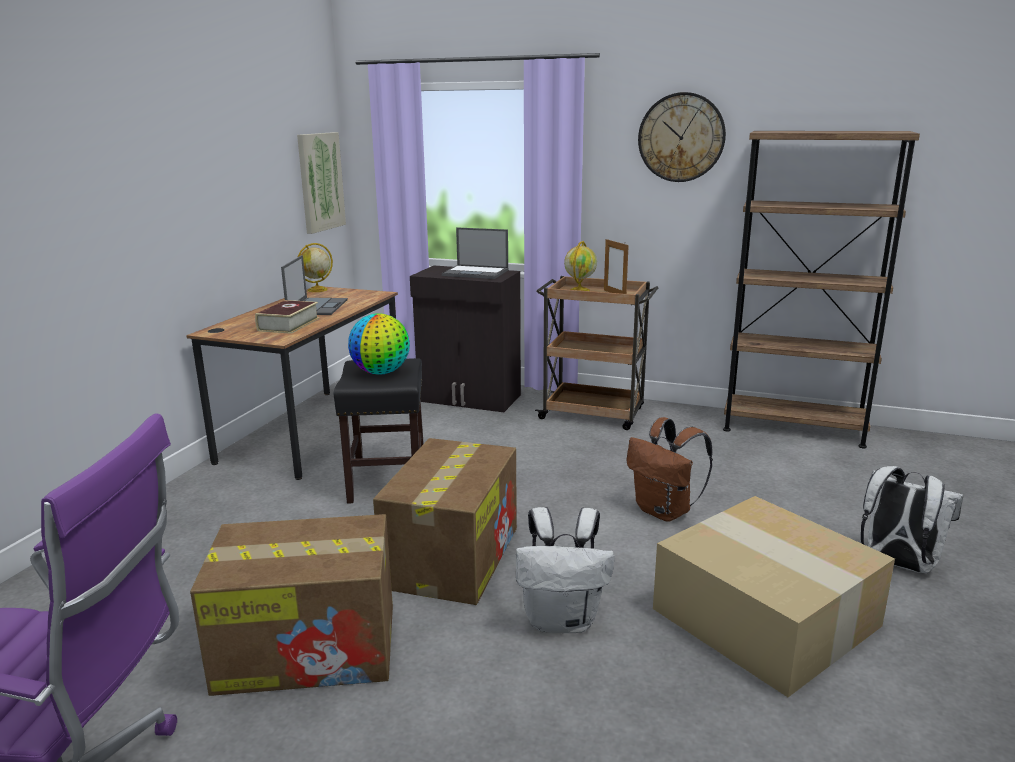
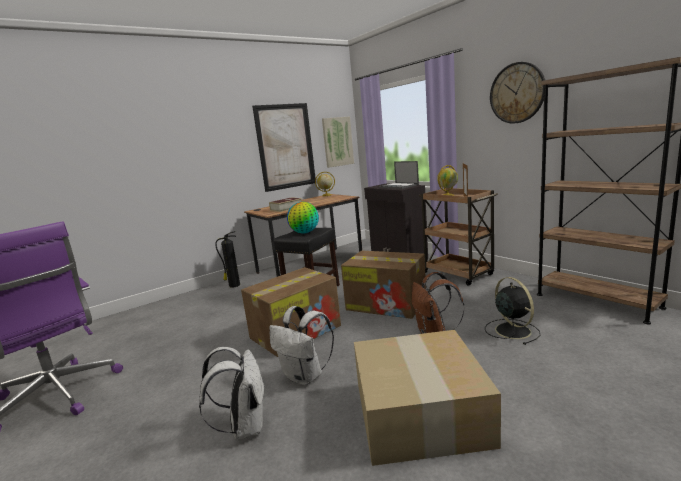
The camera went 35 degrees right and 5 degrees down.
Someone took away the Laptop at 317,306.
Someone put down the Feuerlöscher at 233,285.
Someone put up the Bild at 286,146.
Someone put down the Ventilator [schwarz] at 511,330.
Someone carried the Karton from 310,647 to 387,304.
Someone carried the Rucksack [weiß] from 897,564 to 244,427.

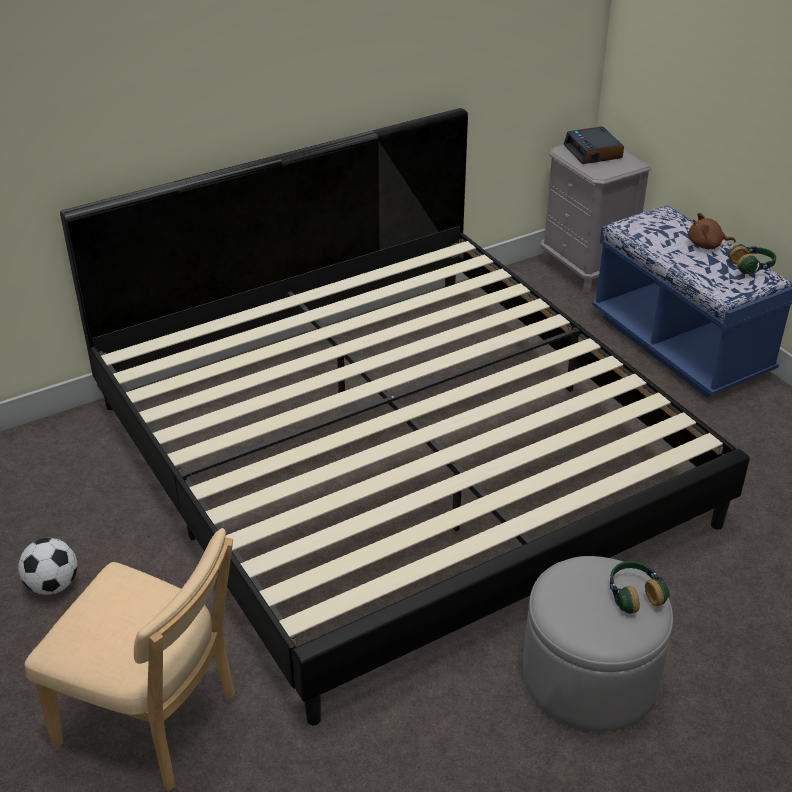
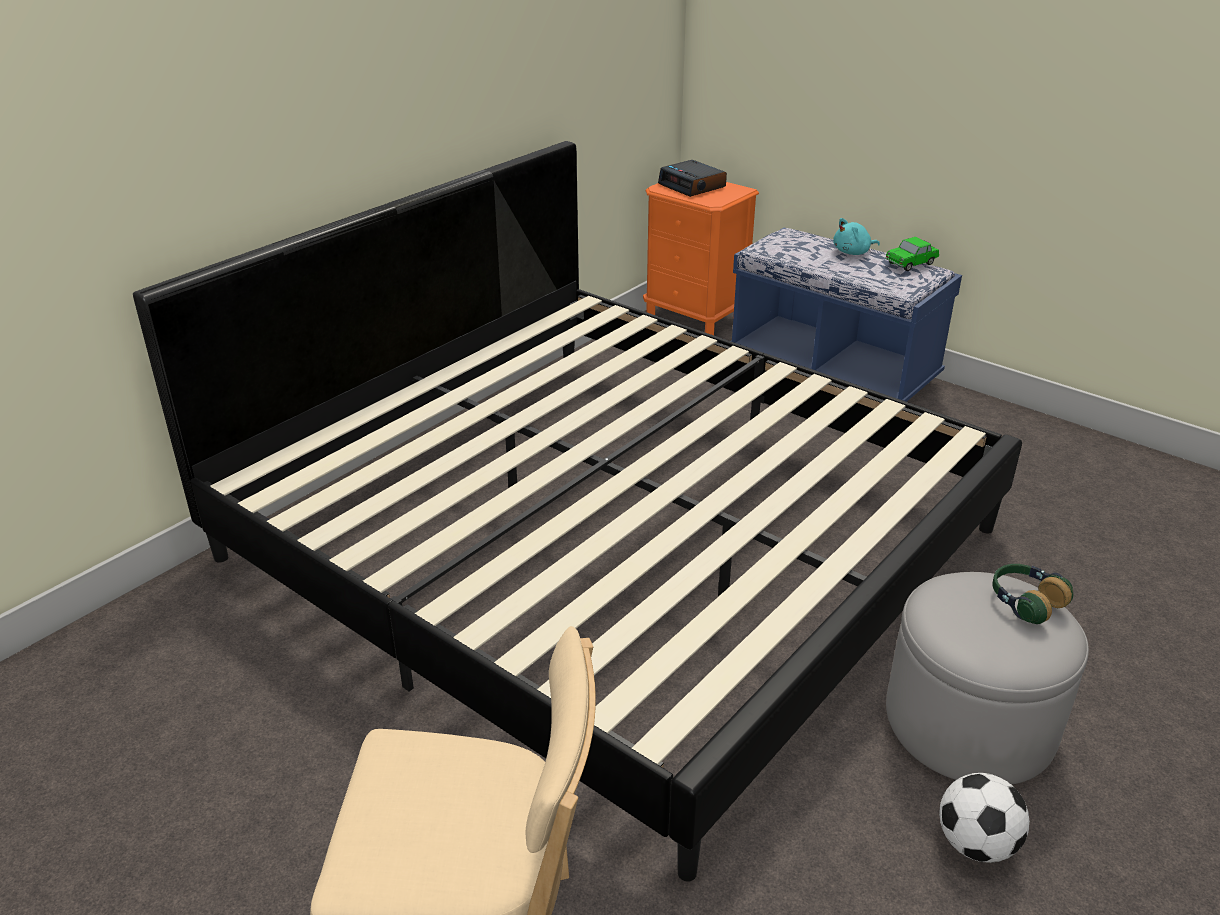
The camera went 20 degrees left and 5 degrees down.
Someone carried the Fußball from 53,585 to 975,844.
Someone swapped the Kopfhörer at 752,267 for the Spielzeugauto at 910,264.
Someone repainted the Nachttisch [grau] at 585,269, which became the Nachttisch [orange] at 695,318.
Someone repainted the Plüschtier [braun] at 707,245, which became the Plüschtier [türkis] at 853,252.

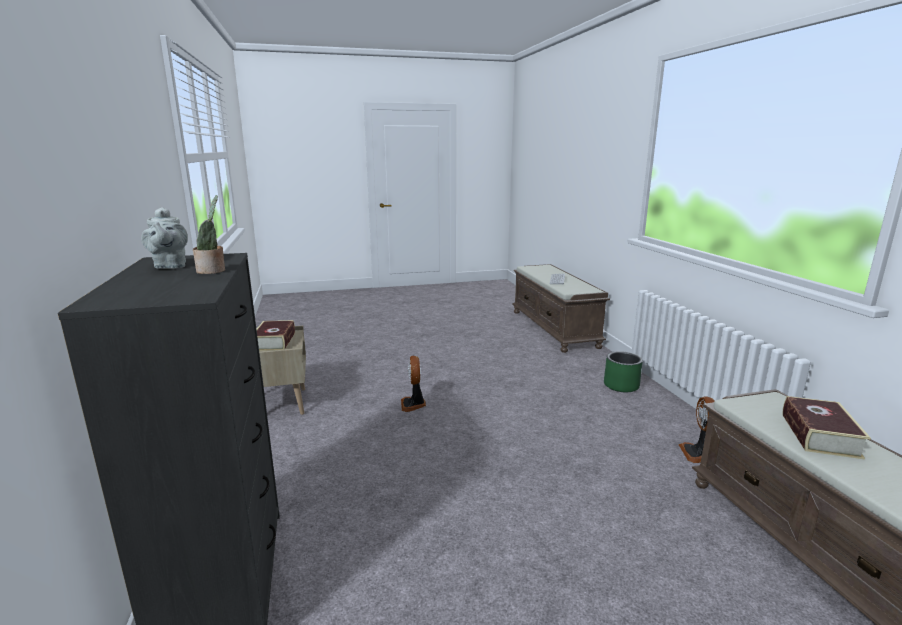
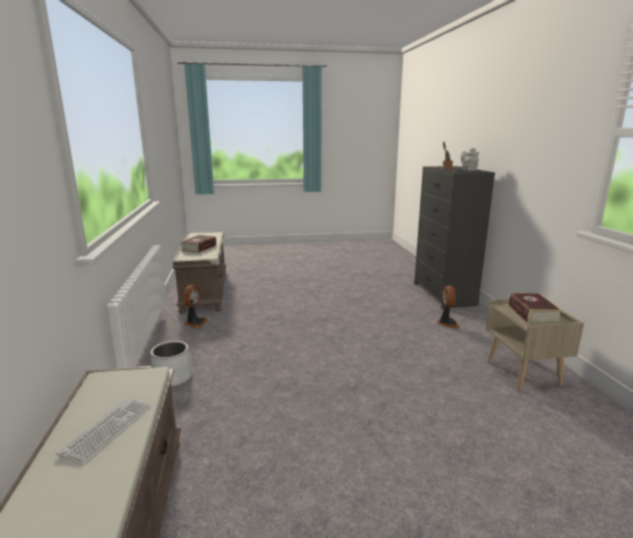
The camera went 175 degrees left and 0 degrees up.
Someone carried the Ventilator from 413,404 to 447,323.
Someone repainted the Pflanzkübel [grün] at 621,386, which became the Pflanzkübel [grau] at 172,378.

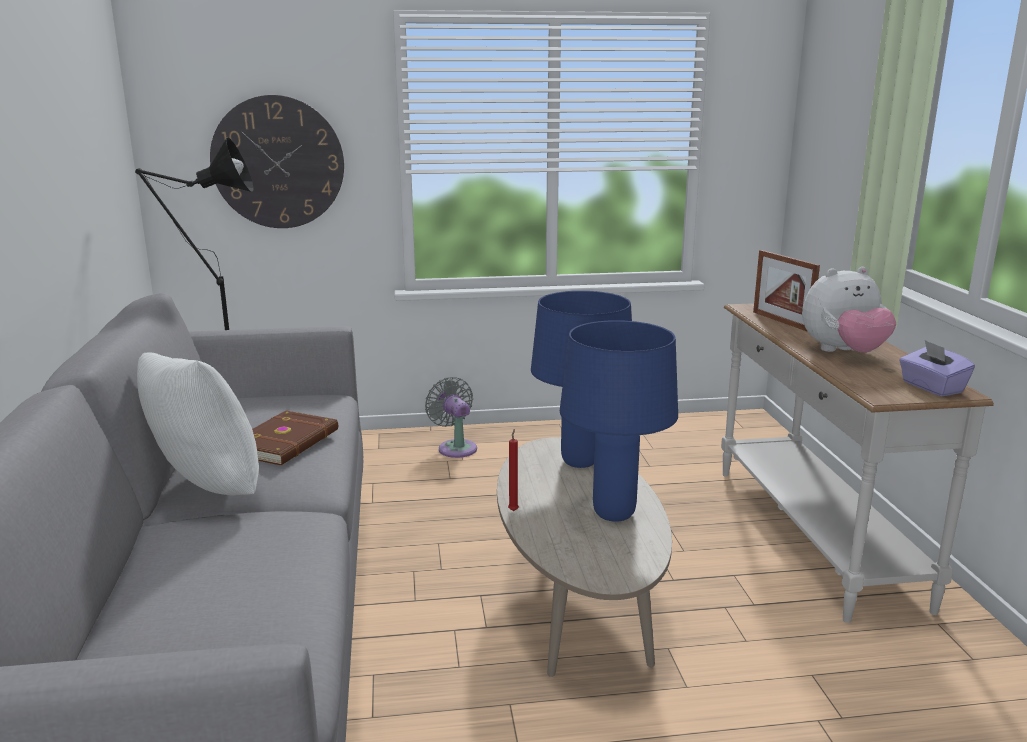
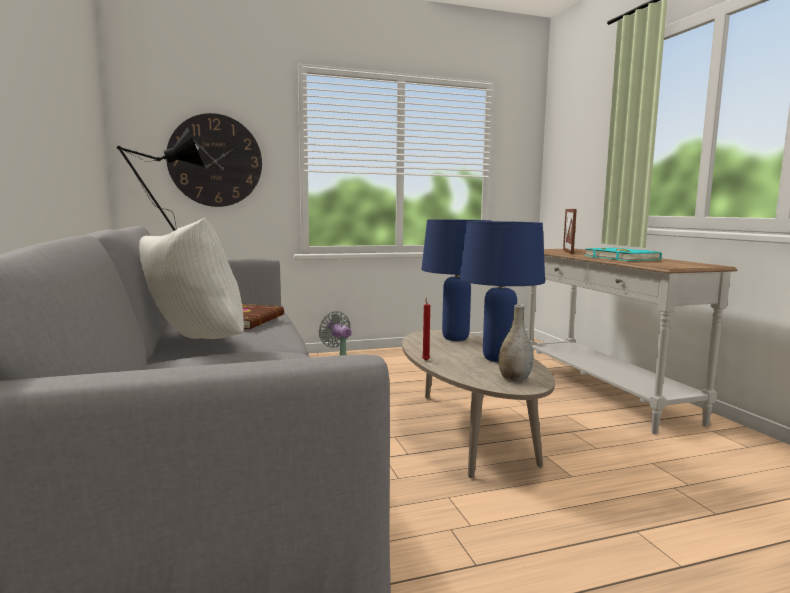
The camera went 10 degrees left and 10 degrees down.
Someone took away the Taschentuchbox [lila] at 931,387.
Someone put down the Vase [grau] at 514,379.
Someone swapped the Plüschtier at 843,352 for the Buch [türkis] at 622,258.
Someone rotated the Bilderrahmen at 781,321 by 45 degrees clockwise.

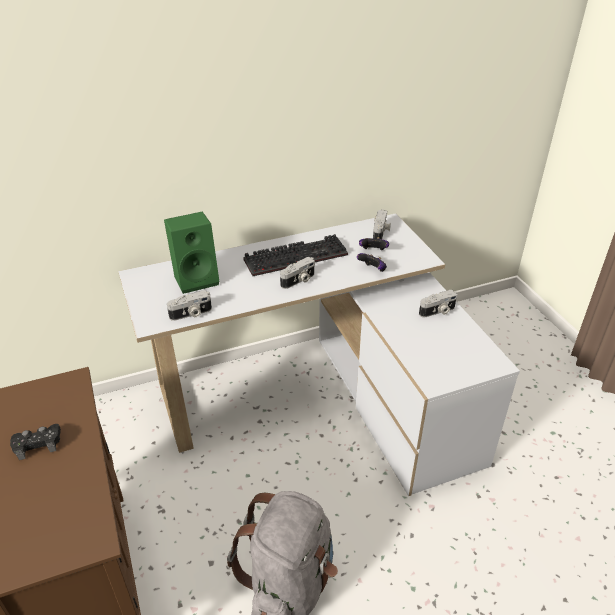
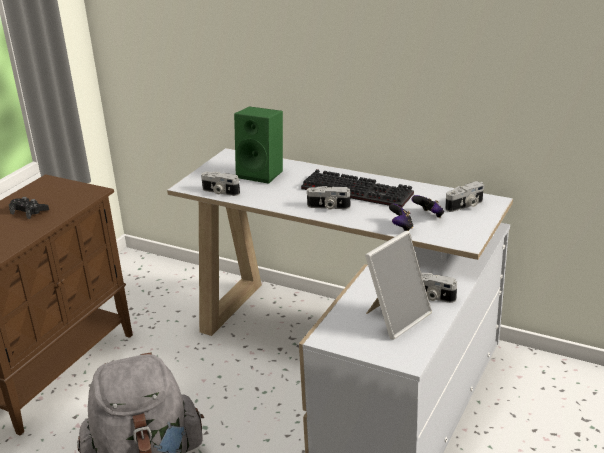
The camera went 50 degrees right and 10 degrees down.
Someone put down the Bilderrahmen at 396,318.

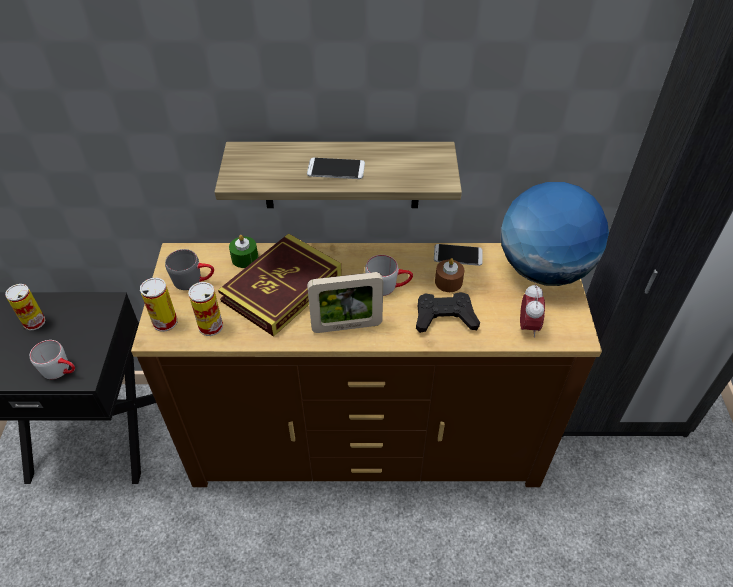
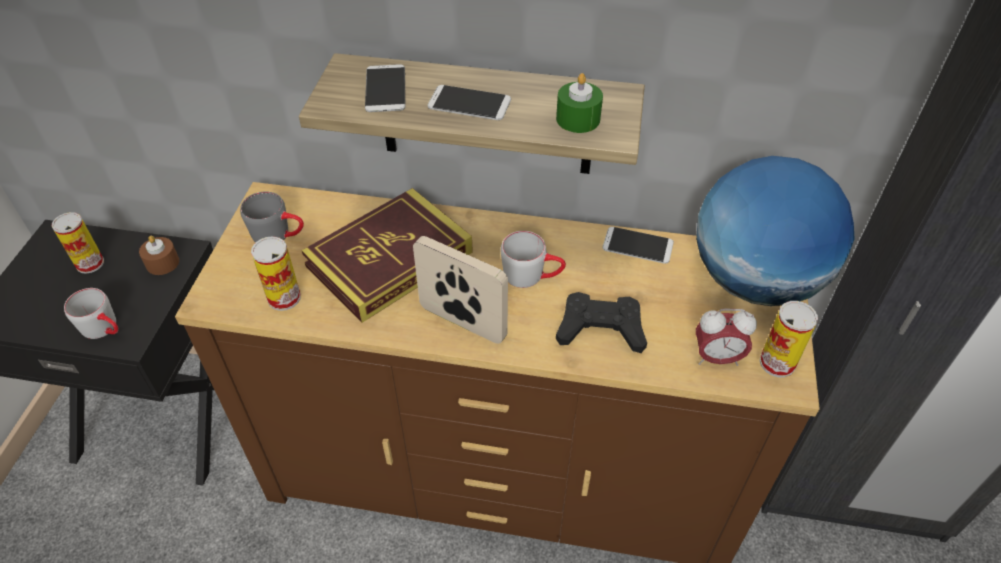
The camera went 10 degrees right and 0 degrees up.
Someone put down the Handy at 385,89.
Someone carried the Dose from 165,322 to 777,363.
Someone carried the Kerze [grün] from 245,258 to 578,119.
Someone carried the Kerze [braun] from 448,282 to 162,263.
Someone rotated the Bilderrahmen at 346,326 by 150 degrees counterclockwise.
Someone rotated the Wecker at 528,326 by 75 degrees clockwise.

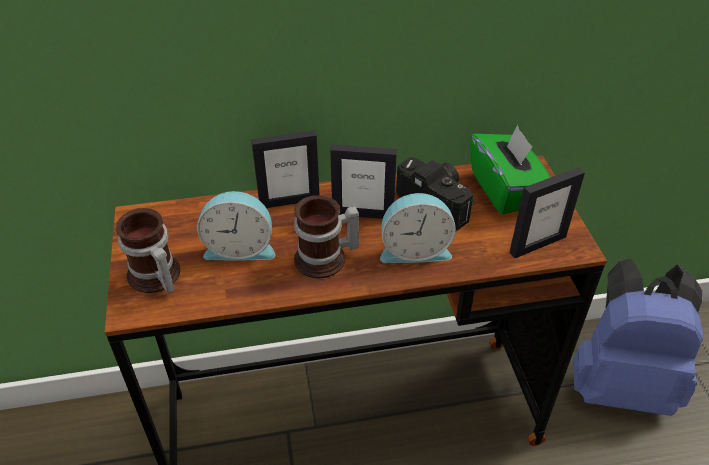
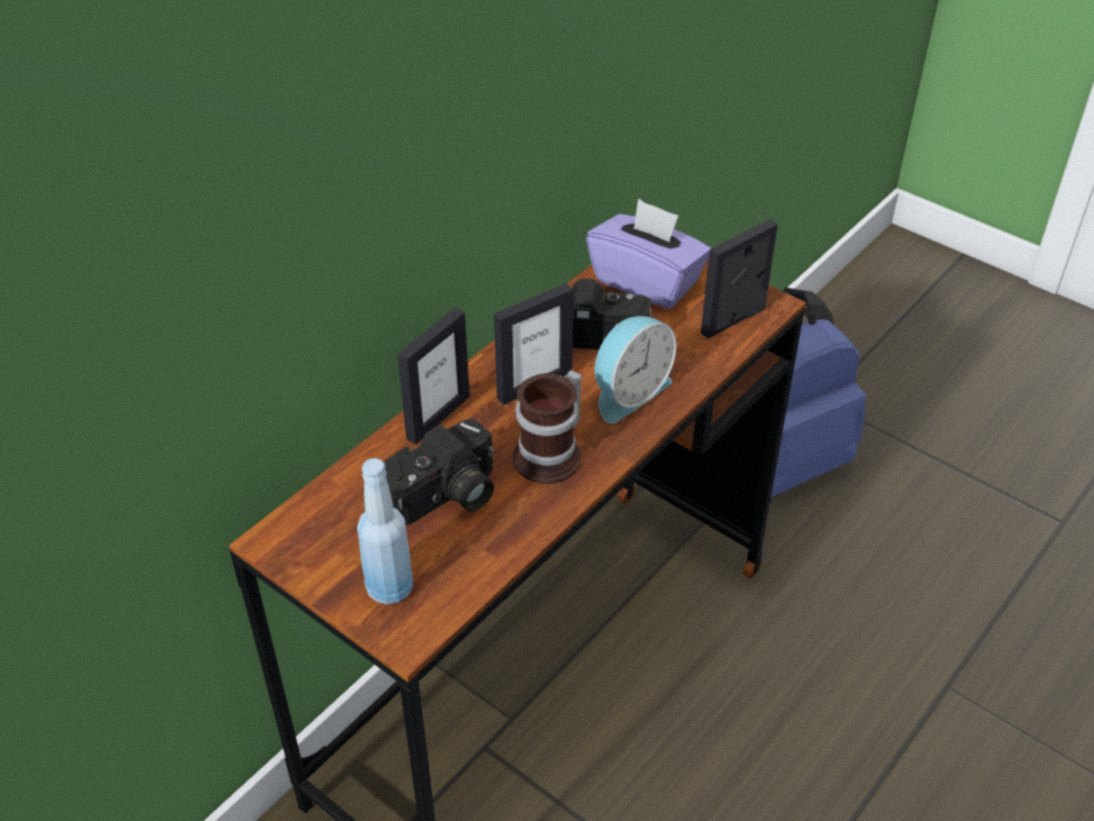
The camera went 40 degrees left and 0 degrees up.
Someone swapped the Henkelbecher at 154,278 for the Flasche [blau] at 390,588.
Someone swapped the Wecker at 240,248 for the Kamera at 446,498.
Someone repainted the Taschentuchbox [grün] at 505,190, which became the Taschentuchbox [lila] at 647,281.
Someone rotated the Bilderrahmen at 537,244 by 150 degrees counterclockwise.

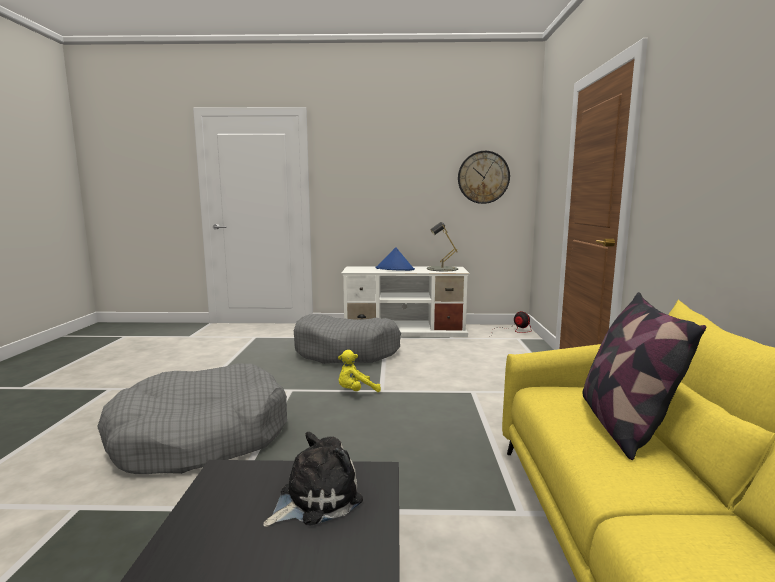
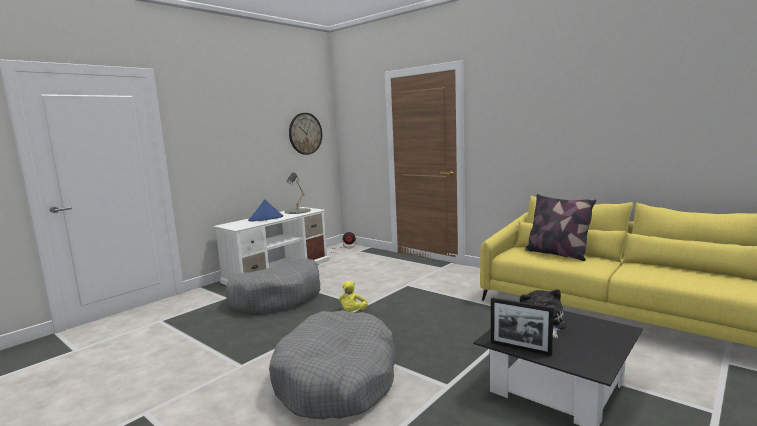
The camera went 50 degrees left and 0 degrees up.
Someone put down the Bilderrahmen at 520,348.

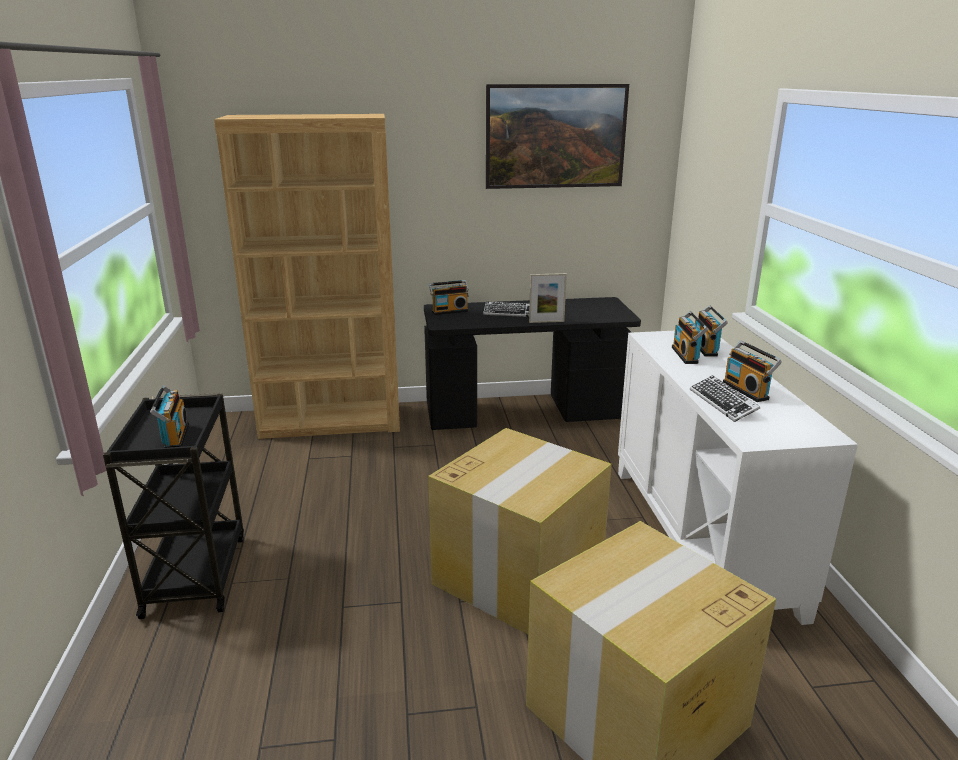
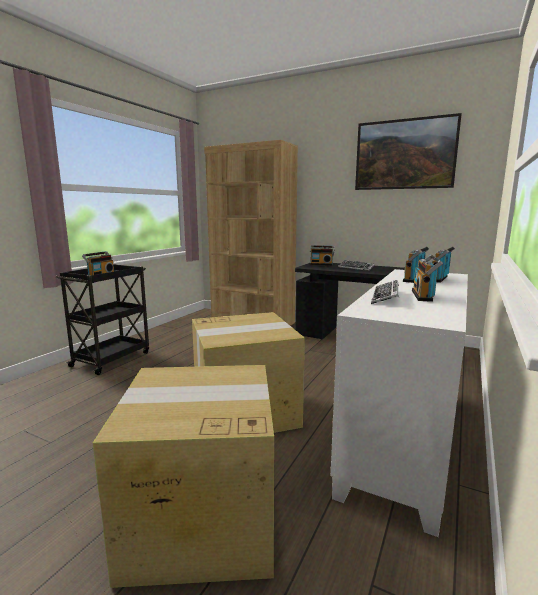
The camera went 35 degrees right and 10 degrees down.
Someone took away the Bilderrahmen at 546,322.

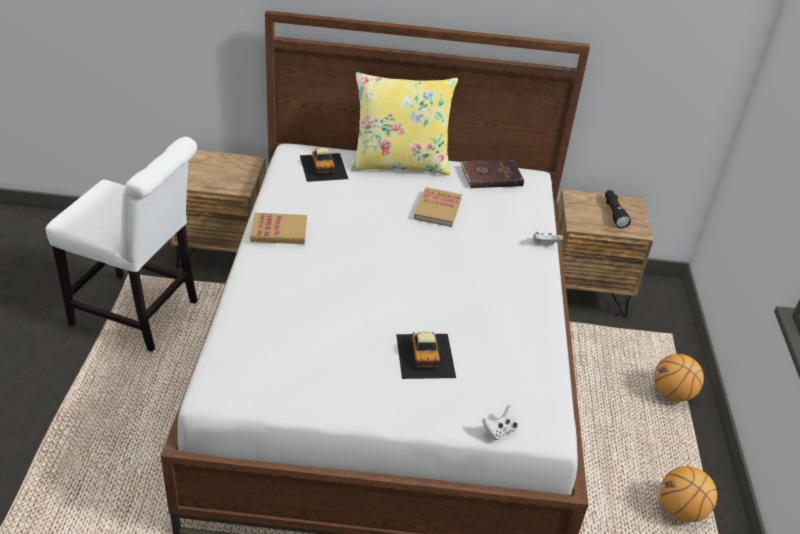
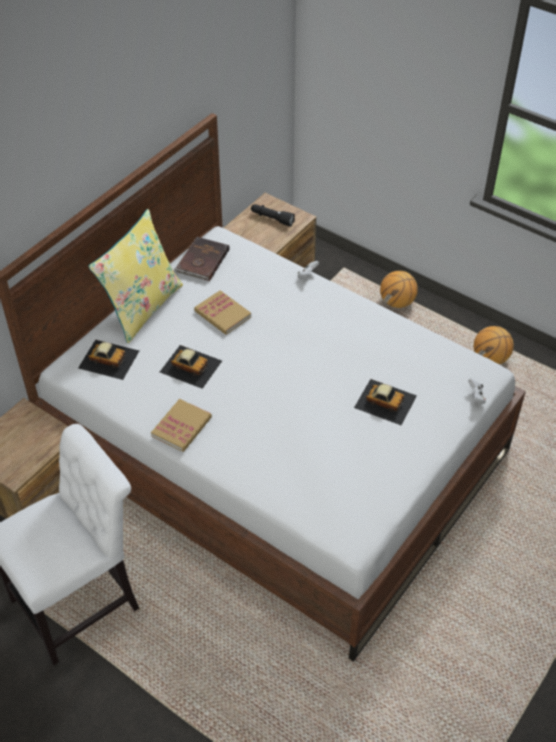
The camera went 55 degrees left and 10 degrees up.
Someone put down the Spielzeugauto at 190,366.

